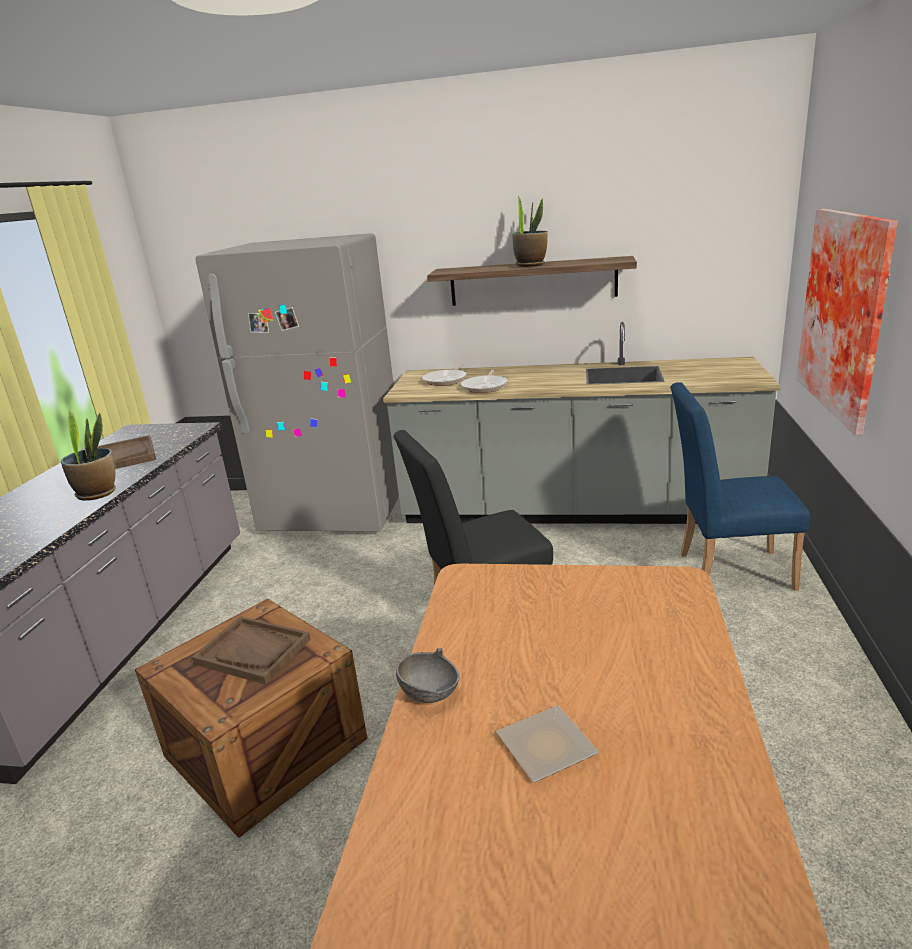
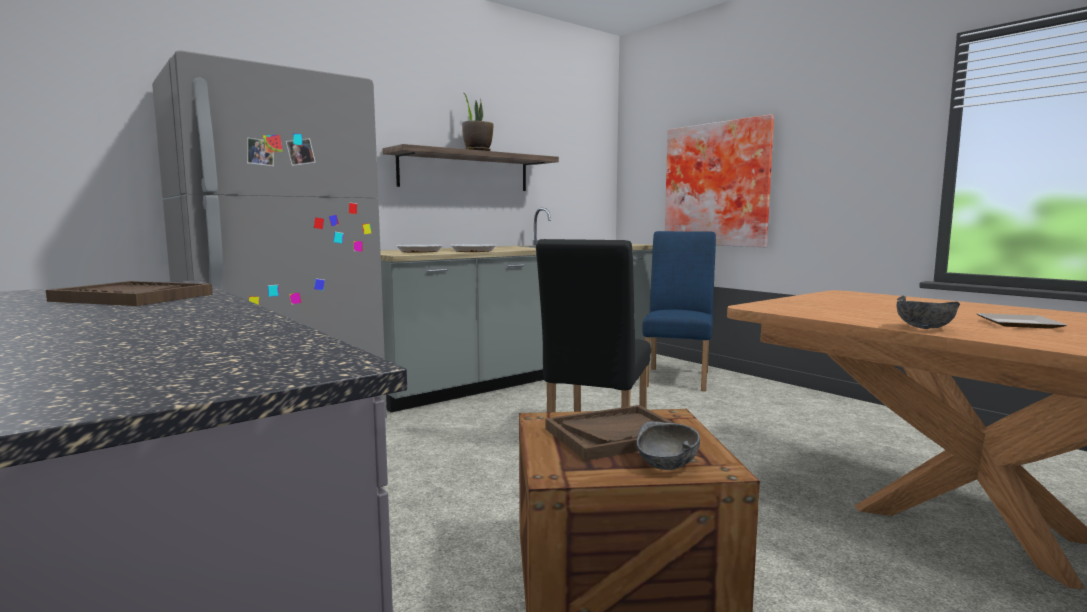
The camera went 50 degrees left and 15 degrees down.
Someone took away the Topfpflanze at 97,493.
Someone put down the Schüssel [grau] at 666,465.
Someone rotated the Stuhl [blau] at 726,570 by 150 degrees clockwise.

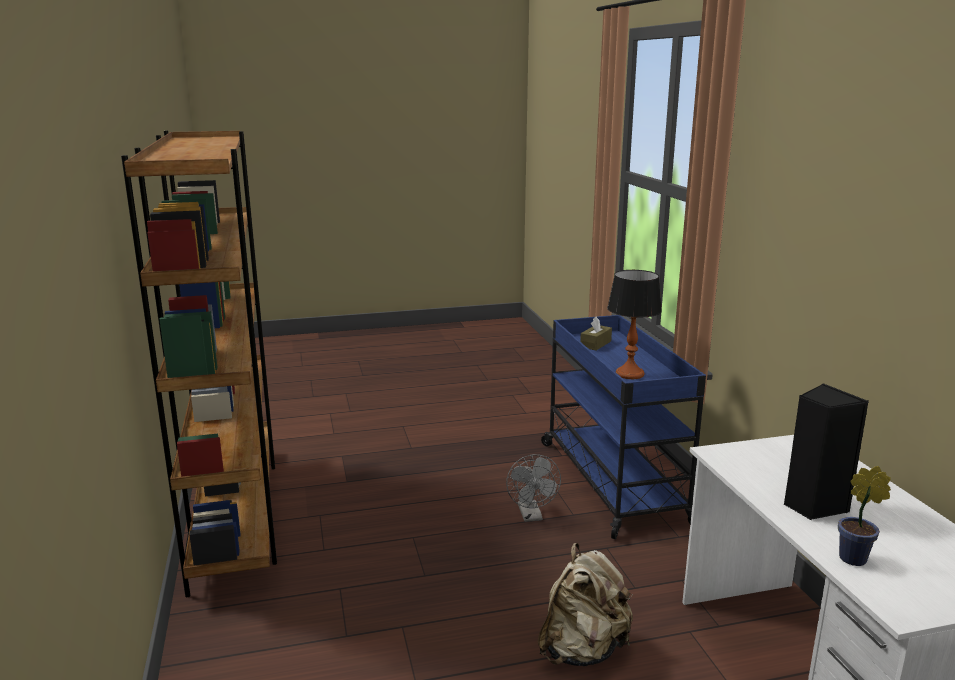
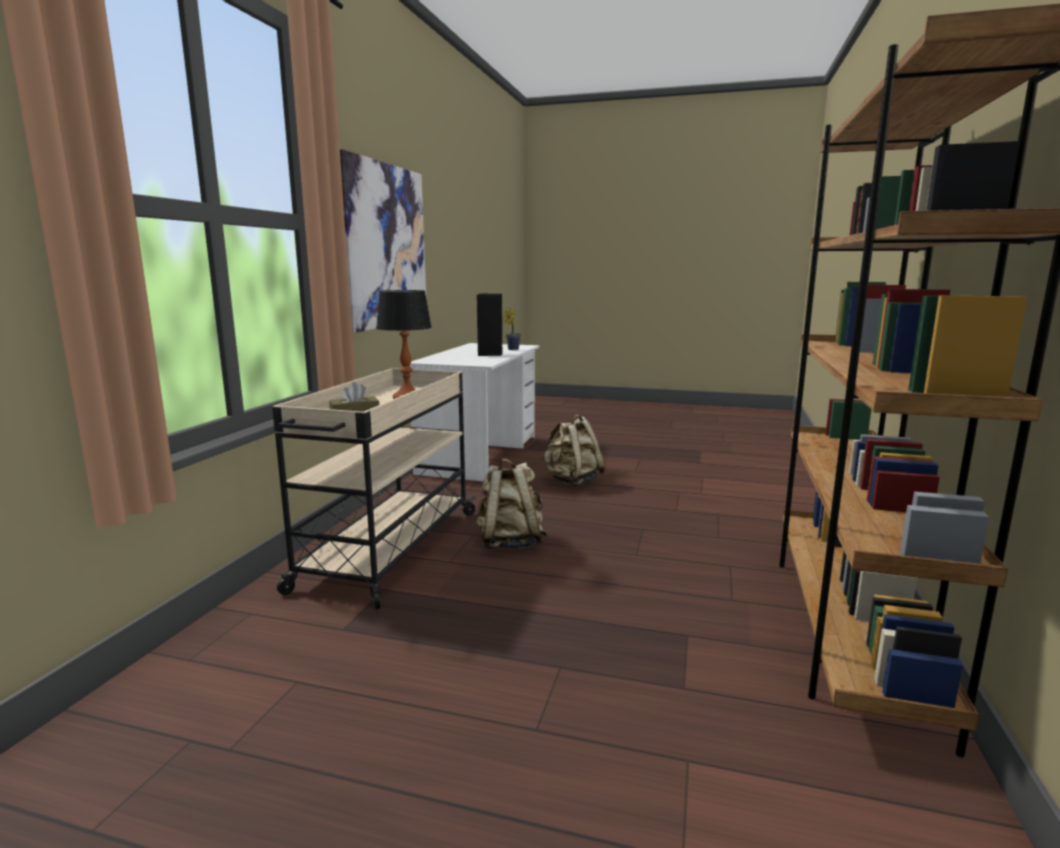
The camera went 150 degrees left and 5 degrees down.
Someone put up the Bild at 385,246.
Someone swapped the Ventilator [grau] at 531,516 for the Rucksack [beige] at 510,542.
Someone repainted the Rollwagen [blau] at 612,480, which became the Rollwagen [beige] at 388,550.

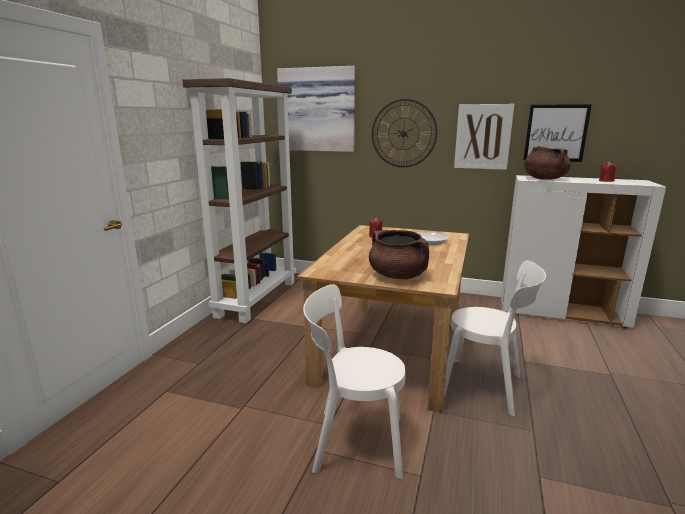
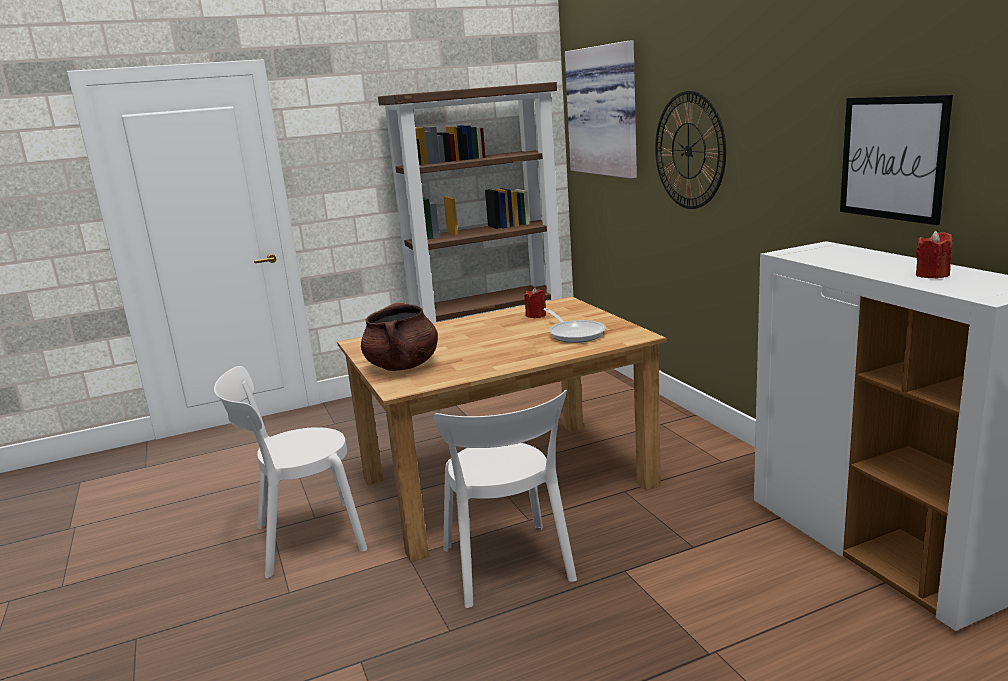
The camera went 50 degrees right and 0 degrees up.
Someone took away the Bild at 483,137.
Someone took away the Kochtopf [braun] at 544,179.
Someone rotated the Stuhl [weiß] at 353,441 by 75 degrees counterclockwise.

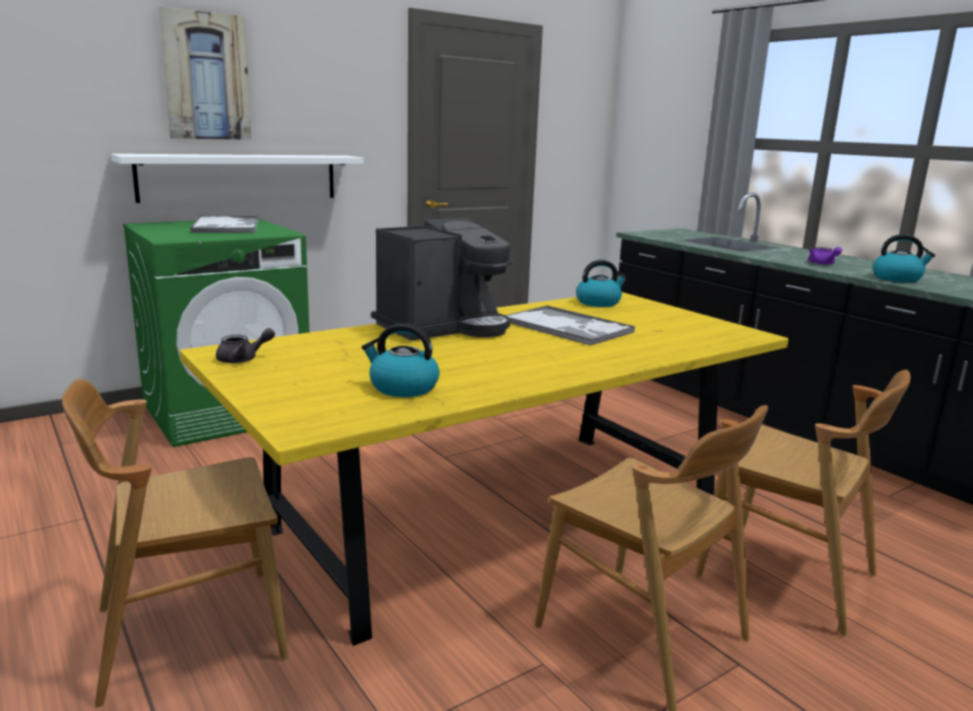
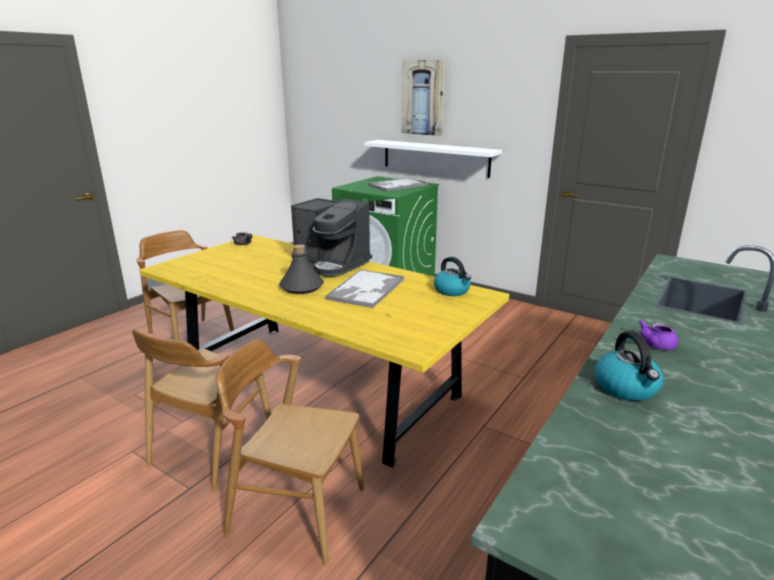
The camera went 70 degrees right and 5 degrees up.
Someone took away the Wasserkessel at 402,387.
Someone put down the Flasche [grau] at 302,287.
Someone rotated the Stuhl [braun] at 787,575 by 90 degrees clockwise.

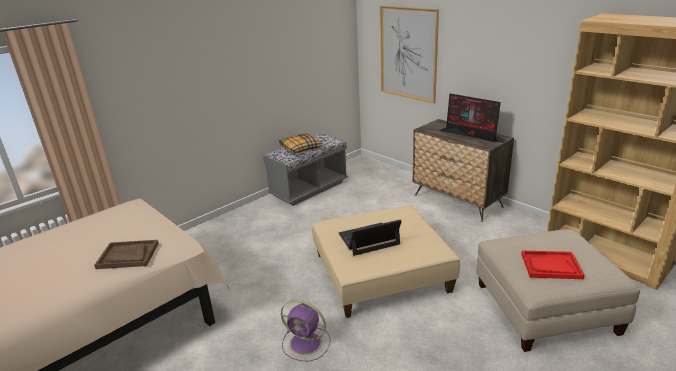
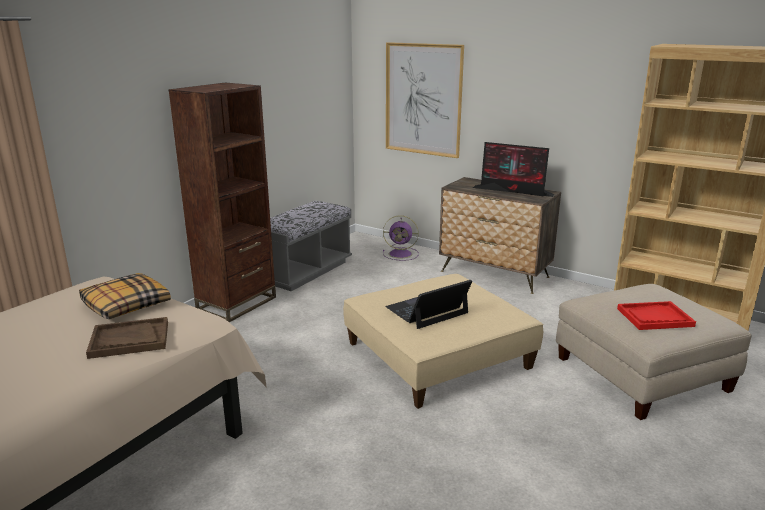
The camera went 15 degrees left and 5 degrees down.
Someone put down the Bücherregal [braun] at 237,304.
Someone carried the Kissen from 300,148 to 125,305.
Someone carried the Ventilator [lila] from 307,343 to 401,254.

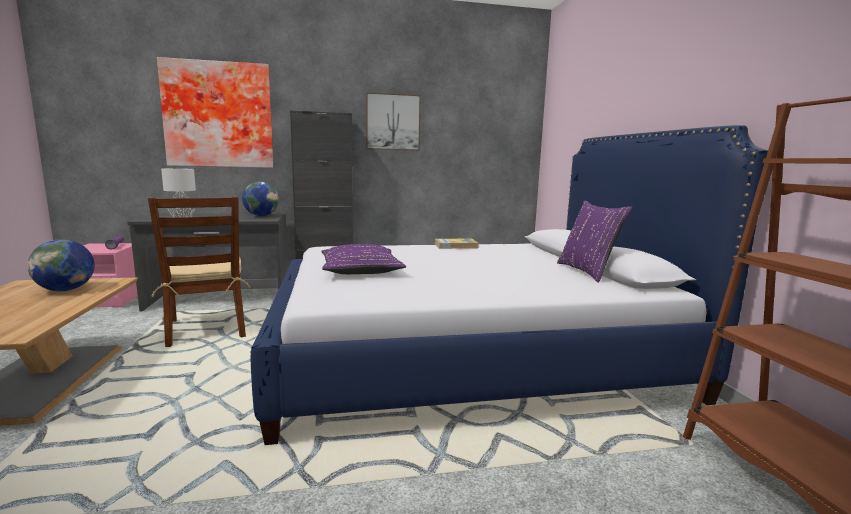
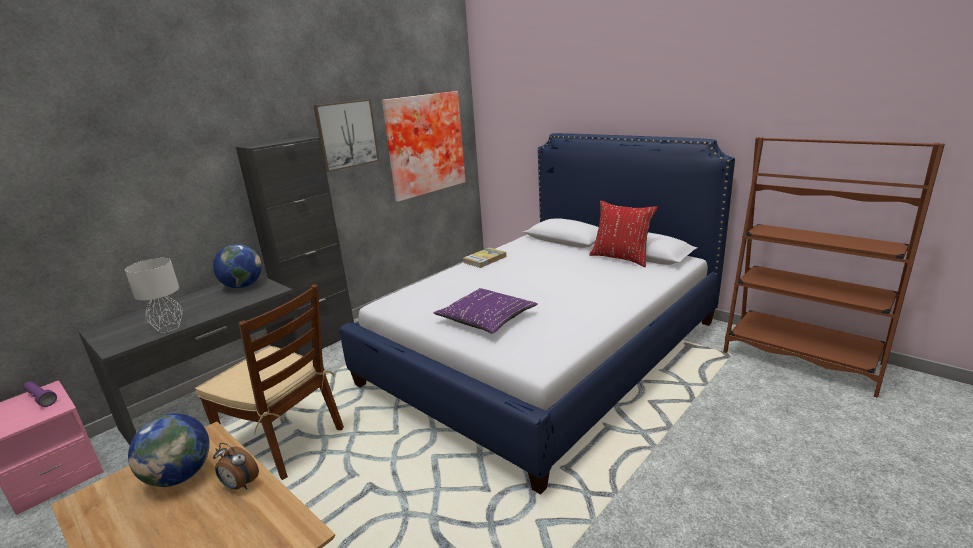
The camera went 35 degrees left and 10 degrees up.
Someone put down the Wecker at 240,485.
Someone carried the Bild from 219,115 to 424,144.
Someone repainted the Kissen [lila] at 587,272, which became the Kissen [rot] at 621,258.

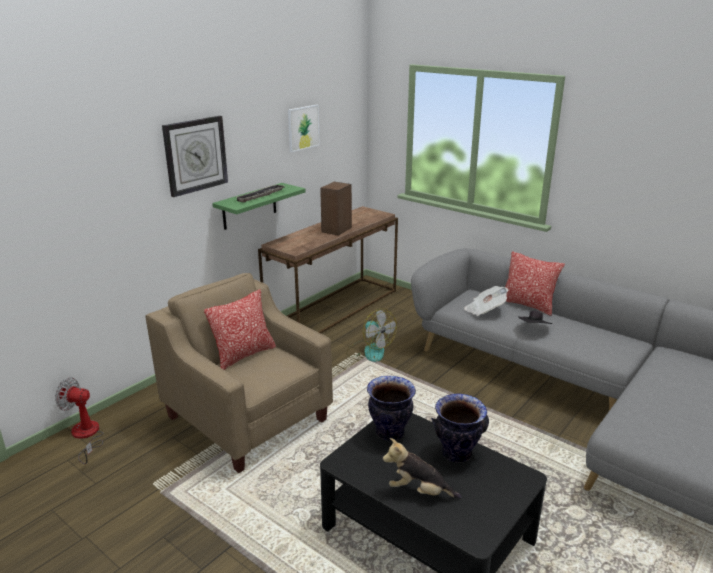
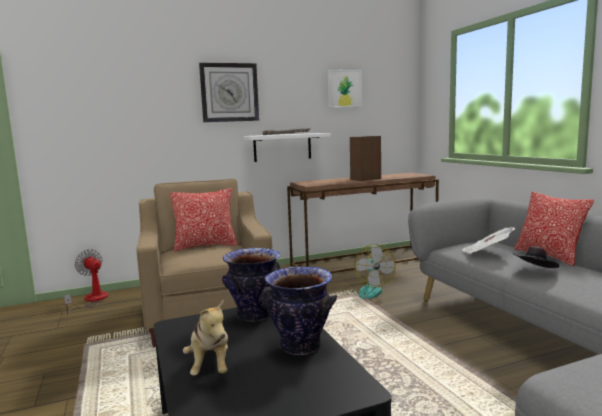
The camera went 30 degrees right and 15 degrees down.
Someone repainted the Wandregal [grün] at 249,206, which became the Wandregal [weiß] at 282,147.
Someone rotated the Plüschtier at 419,491 by 150 degrees counterclockwise.

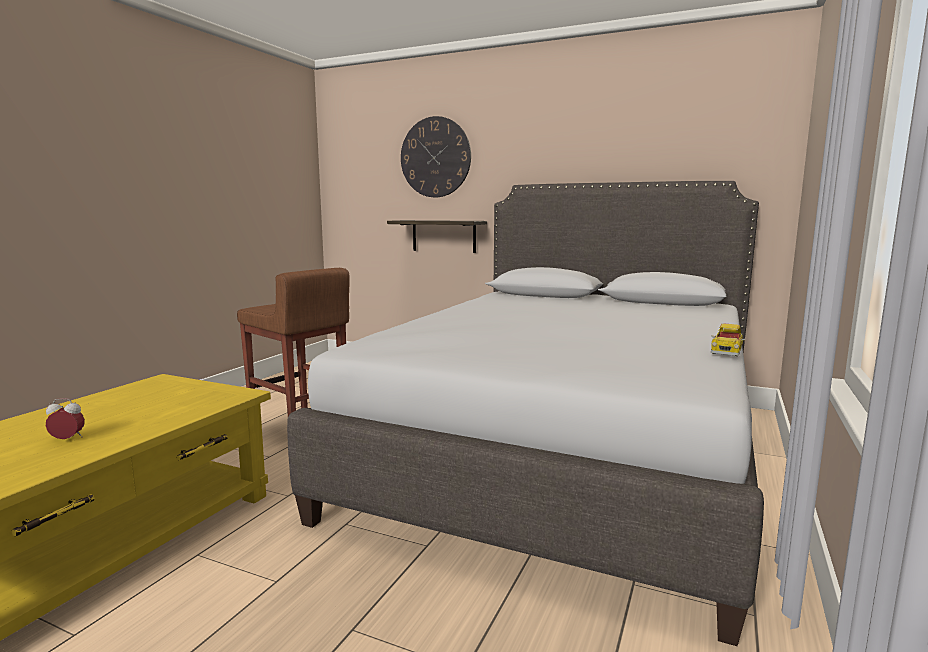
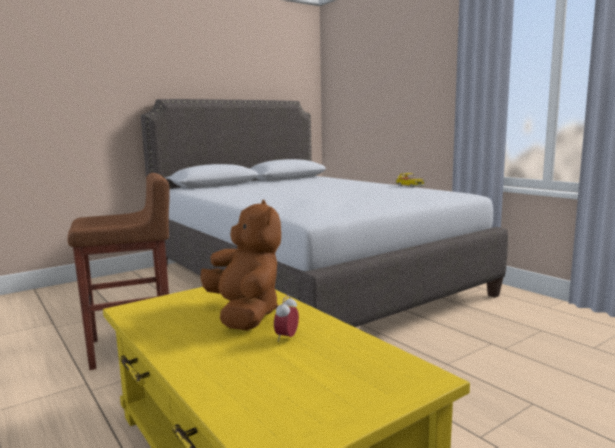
The camera went 60 degrees left and 0 degrees up.
Someone took away the Wandregal at 444,236.
Someone took away the Wanduhr at 435,157.
Someone put down the Plüschtier [braun] at 245,314.

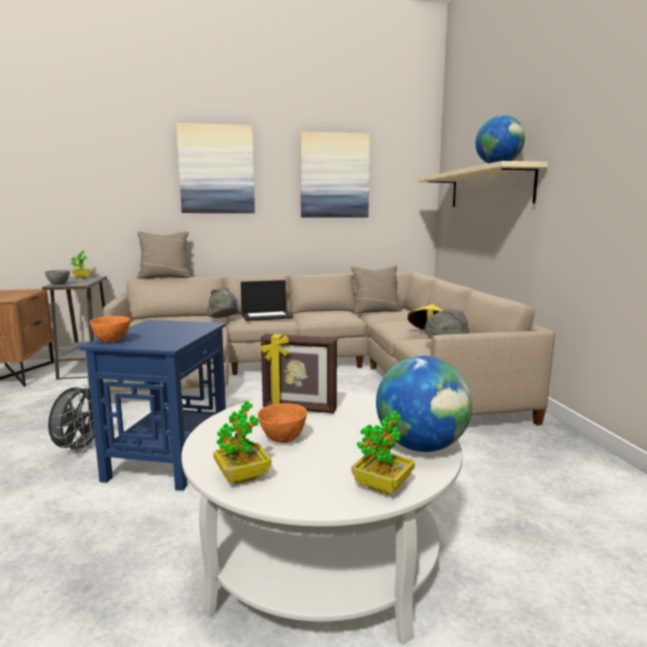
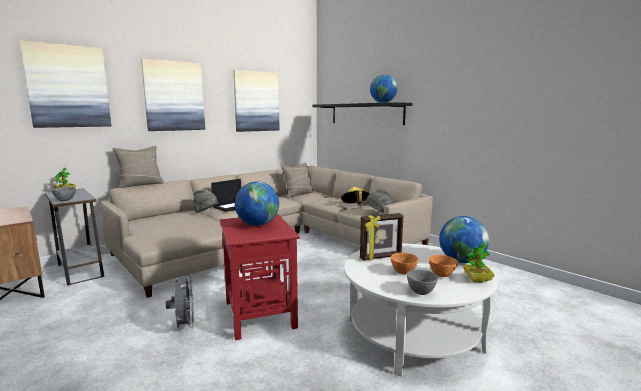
The camera went 30 degrees left and 0 degrees up.
Someone put up the Bild at 68,87.
Someone put down the Globus at 257,224.
Someone carried the Schüssel [orange] from 112,341 to 441,275.
Someone swapped the Topfpflanze at 242,477 for the Schüssel [grau] at 420,292.
Someone repainted the Beistelltisch [blau] at 169,458, which became the Beistelltisch [rot] at 259,313.
Someone repainted the Wandregal [beige] at 489,188, which became the Wandregal [schwarz] at 366,114.

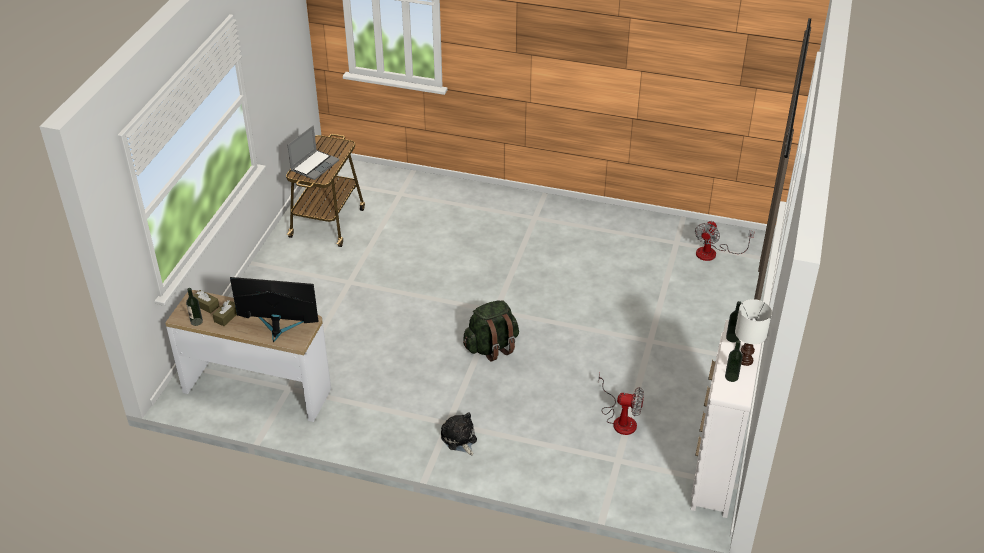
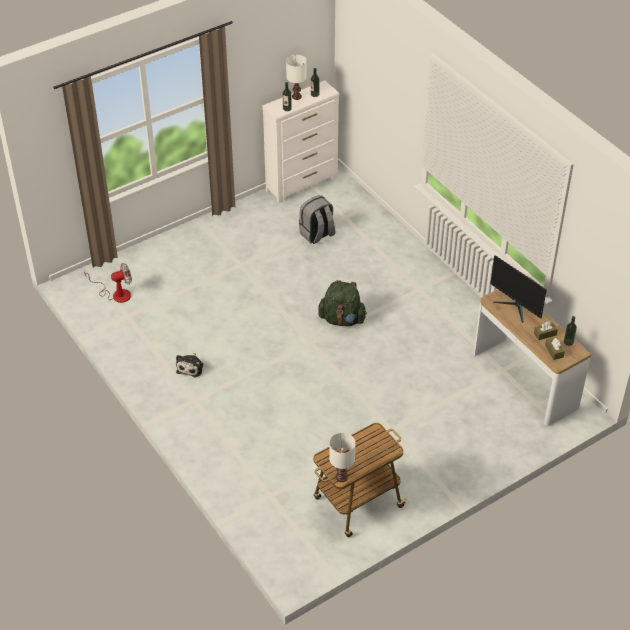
The camera went 140 degrees left and 5 degrees up.
Someone took away the Laptop at 314,165.
Someone put down the Tischlampe [weiß] at 341,477.
Someone carried the Plüschtier from 459,439 to 191,367.
Someone swapped the Ventilator at 620,419 for the Rucksack [grau] at 317,234.

